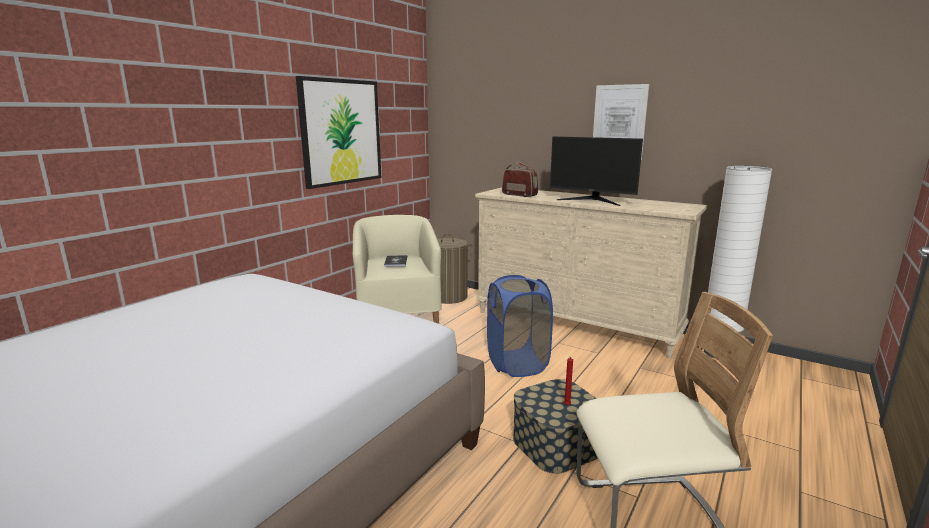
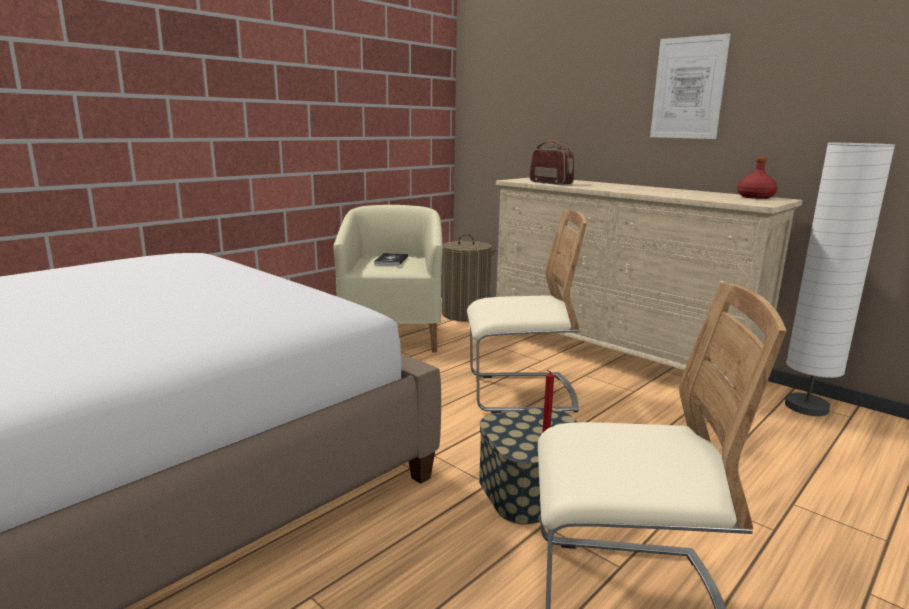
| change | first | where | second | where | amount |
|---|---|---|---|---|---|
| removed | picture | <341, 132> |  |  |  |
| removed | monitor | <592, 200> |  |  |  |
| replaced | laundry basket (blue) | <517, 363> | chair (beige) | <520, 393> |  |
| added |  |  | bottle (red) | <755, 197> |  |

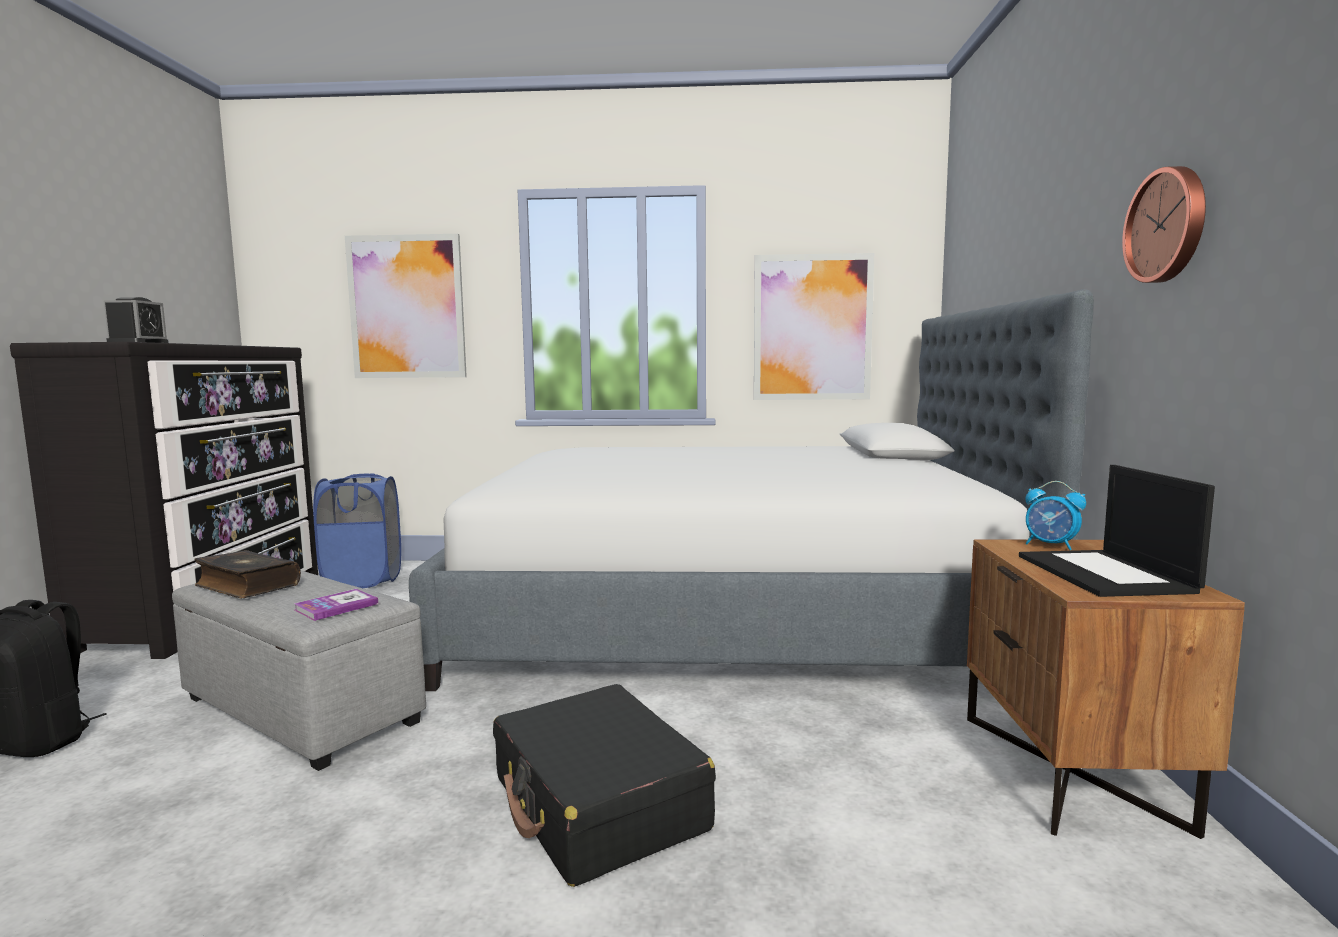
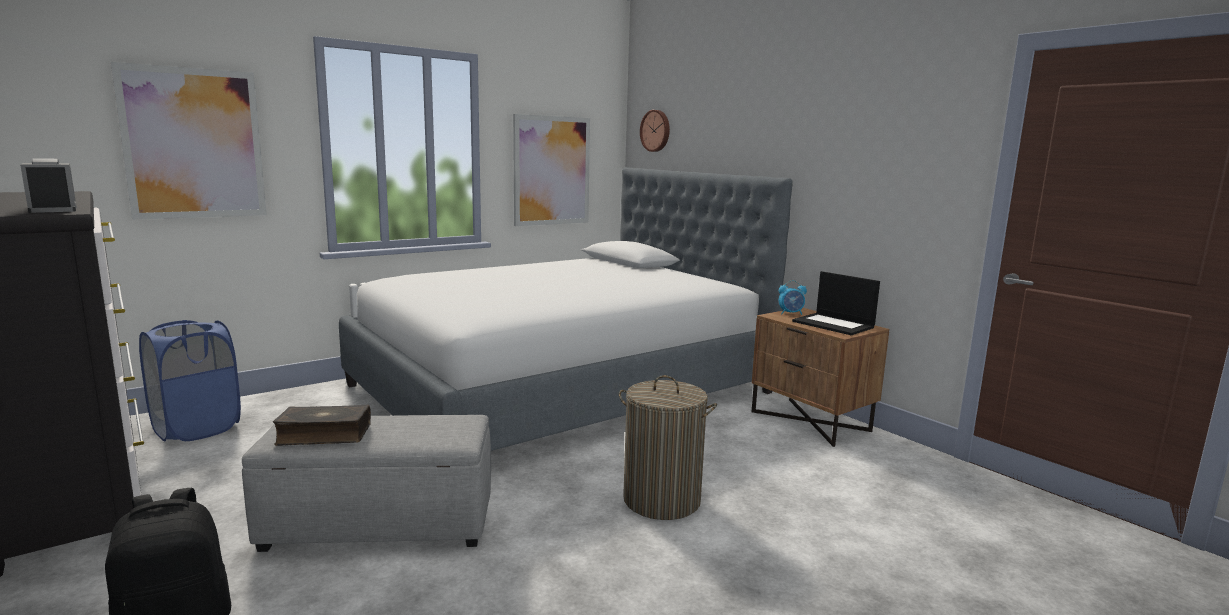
| change | first | where | second | where | amount |
|---|---|---|---|---|---|
| moved | wall clock | <1168, 225> |  | <656, 131> |  |
| removed | book | <336, 607> |  |  |  |
| replaced | suitcase (black) | <599, 804> | laundry basket | <662, 500> |  |

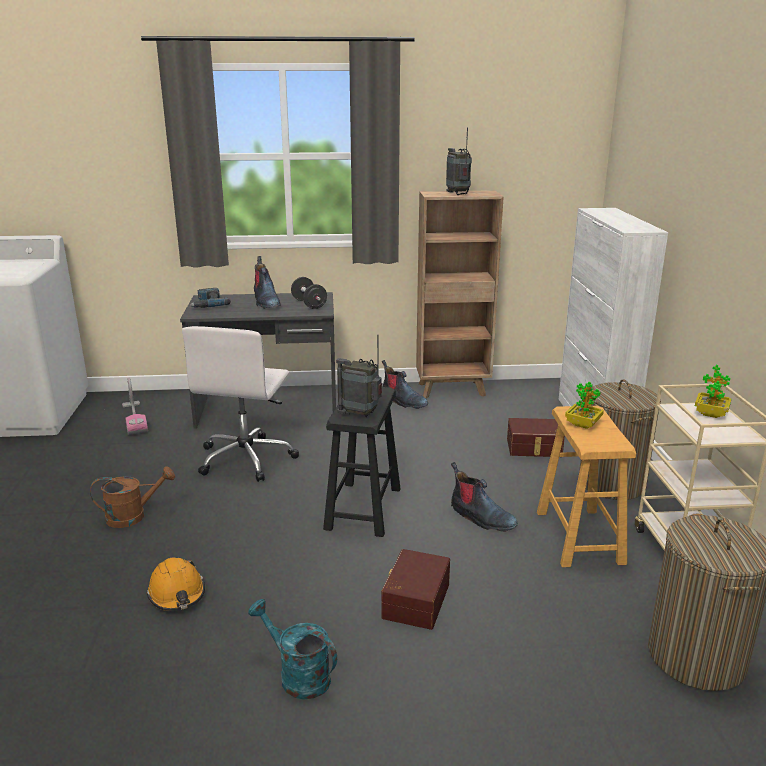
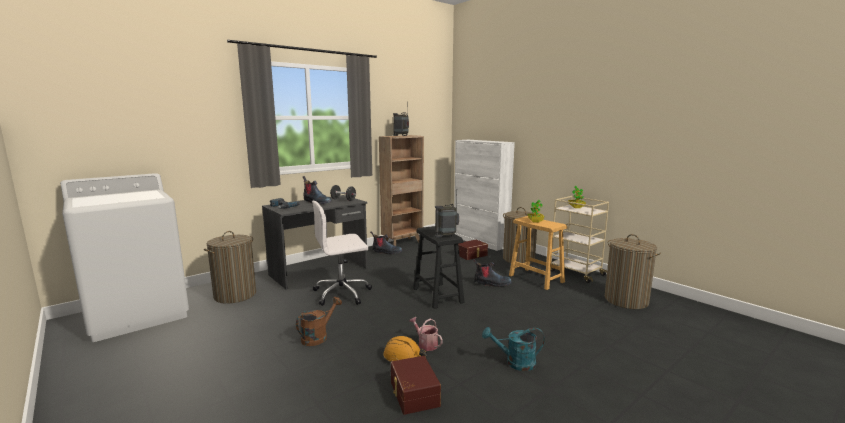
| change | first | where | second | where | amount |
|---|---|---|---|---|---|
| turned | office chair (white) | <247, 458> |  | <343, 293> | 90 degrees clockwise |
| replaced | vacuum cleaner | <134, 418> | laundry basket | <235, 295> |  |
| moved | storage box (brown) | <414, 600> |  | <413, 394> |  |
| added |  |  | watering can | <426, 344> |  |

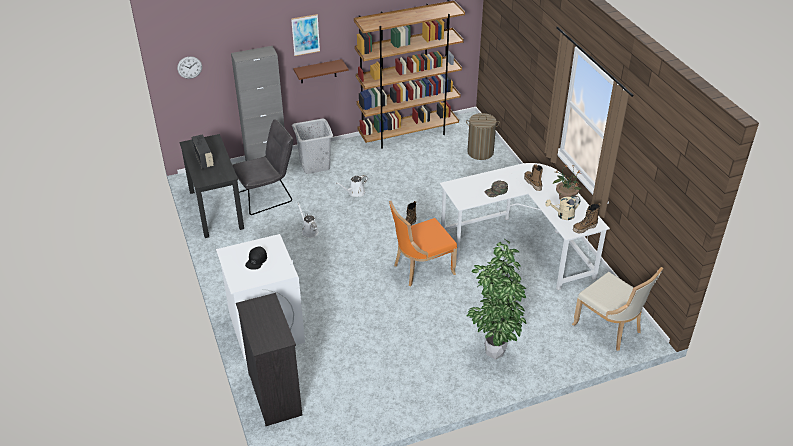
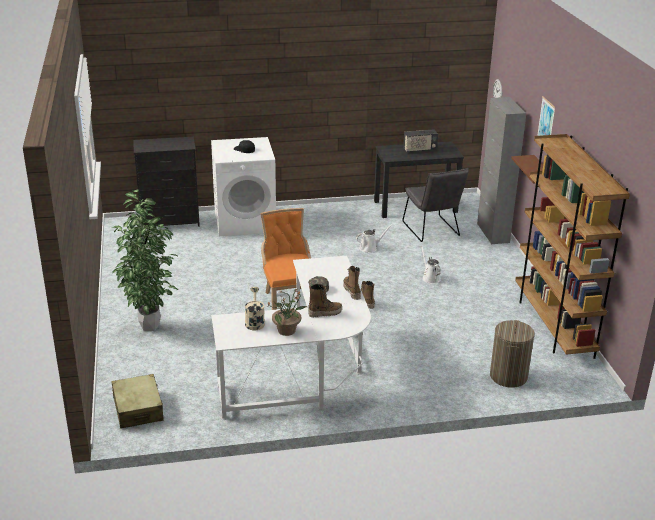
| change | first | where | second | where | amount |
|---|---|---|---|---|---|
| removed | laundry basket (grey) | <314, 165> |  |  |  |
| moved | boot | <584, 228> |  | <351, 291> |  |
| replaced | chair (beige) | <610, 328> | suitcase (beige) | <138, 409> |  |

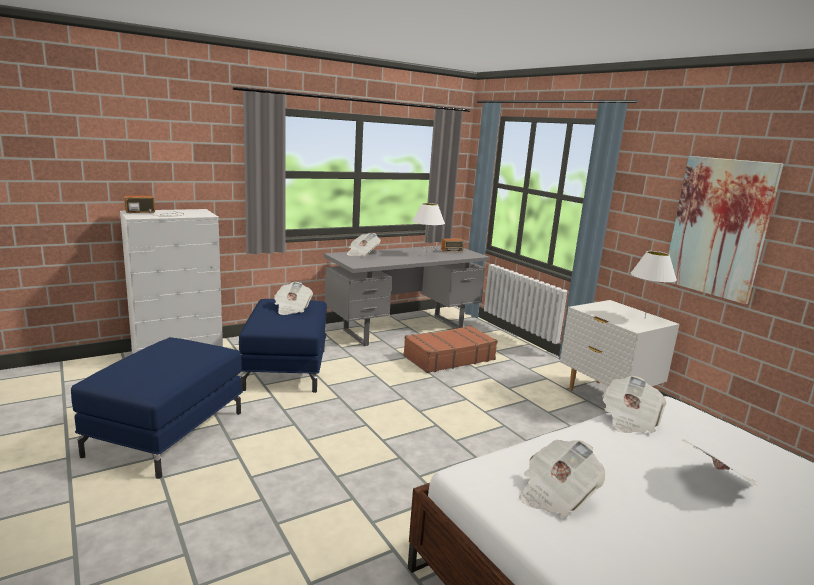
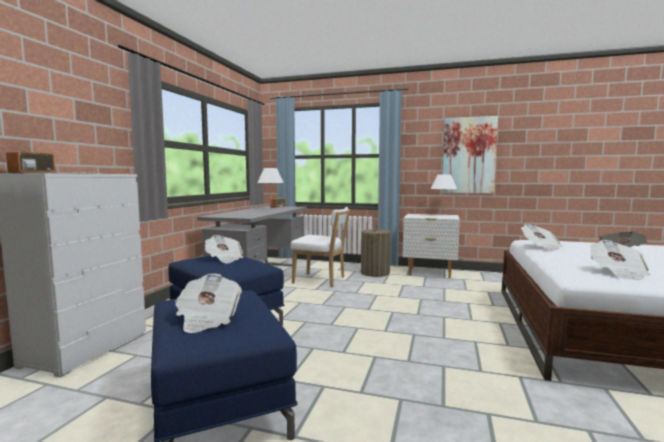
| change | first | where | second | where | amount |
|---|---|---|---|---|---|
| moved | newspaper | <362, 253> |  | <207, 319> |  |
| replaced | suitcase (brown) | <448, 358> | chair (white) | <321, 280> |  |
| added |  |  | laundry basket | <375, 273> |  |

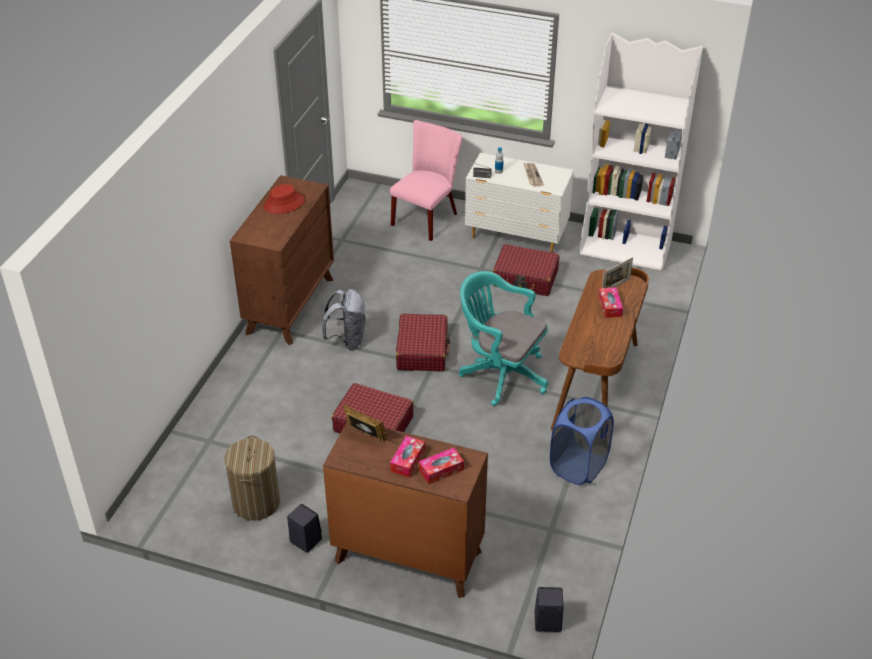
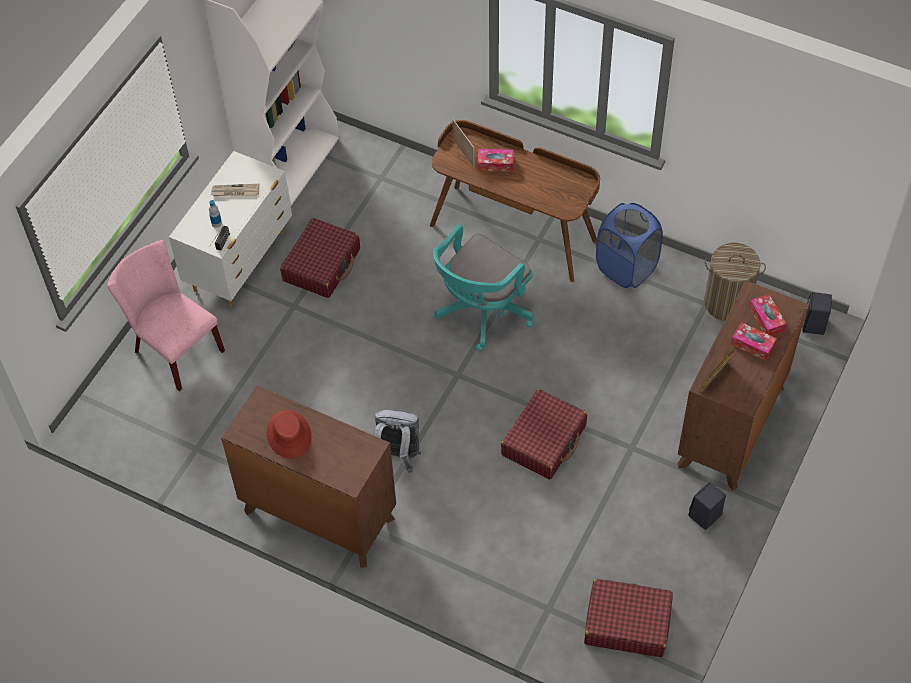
| change | first | where | second | where | amount |
|---|---|---|---|---|---|
| moved | suitcase (red) | <422, 350> |  | <627, 623> |  |
| moved | laundry basket | <256, 502> |  | <727, 302> |  |

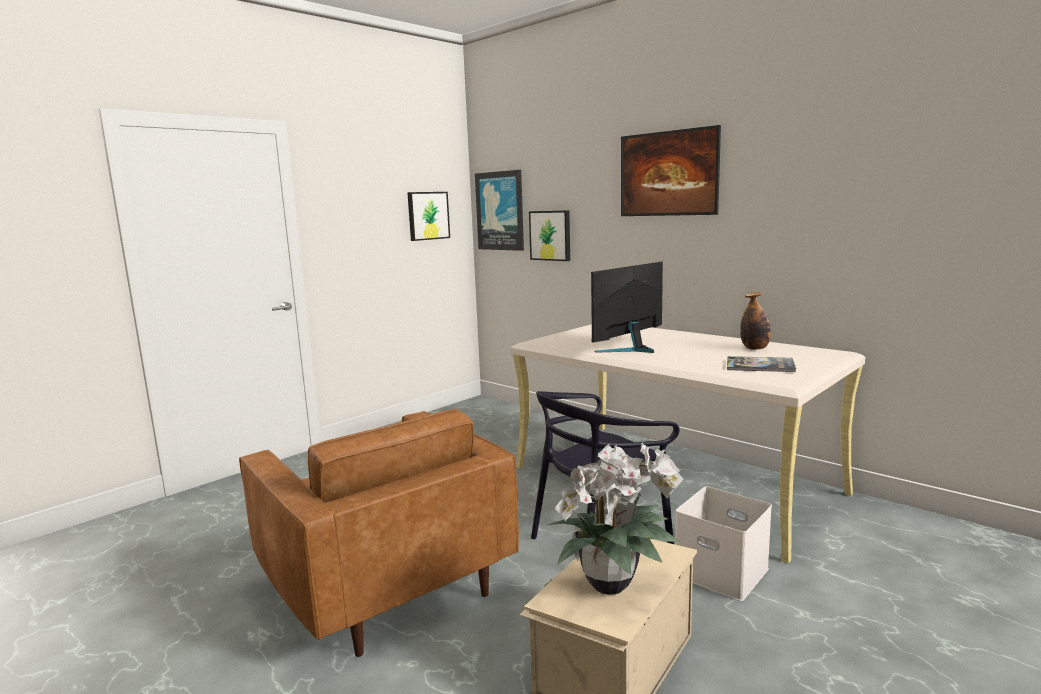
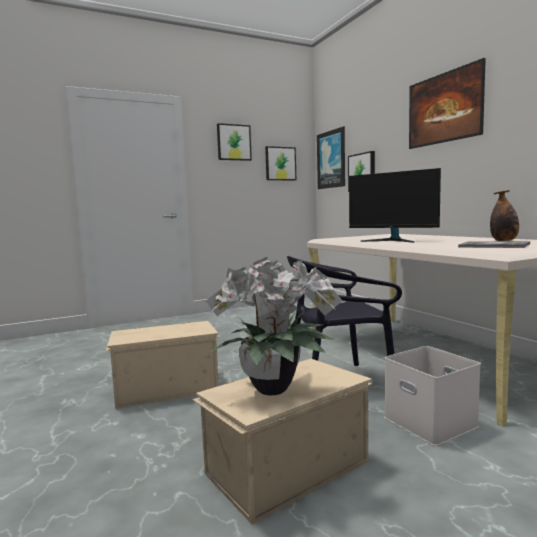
| change | first | where | second | where | amount |
|---|---|---|---|---|---|
| turned | monitor | <630, 349> |  | <392, 240> | 120 degrees counterclockwise |
| replaced | armchair (brown) | <386, 584> | storage box (beige) | <166, 388> |  |
| added |  |  | picture | <233, 142> |  |

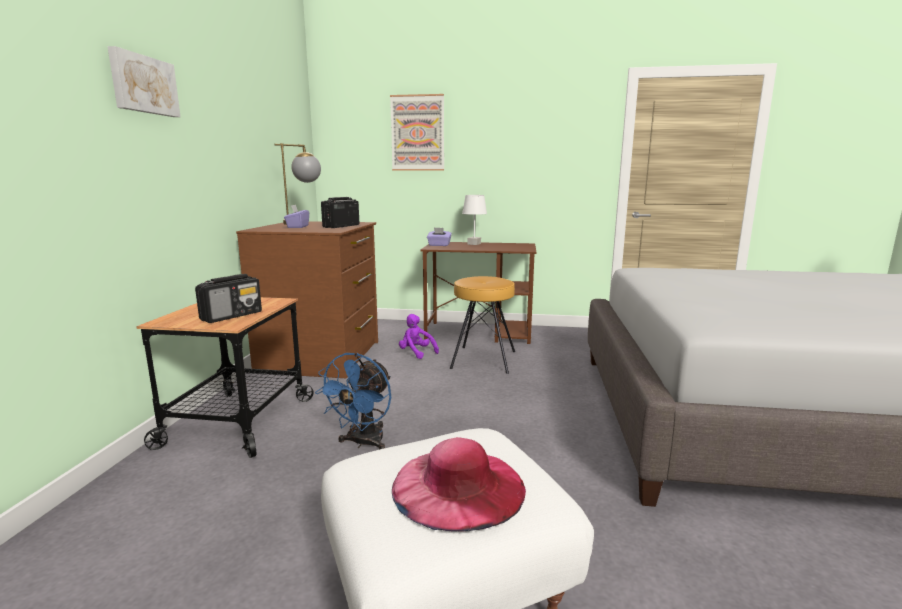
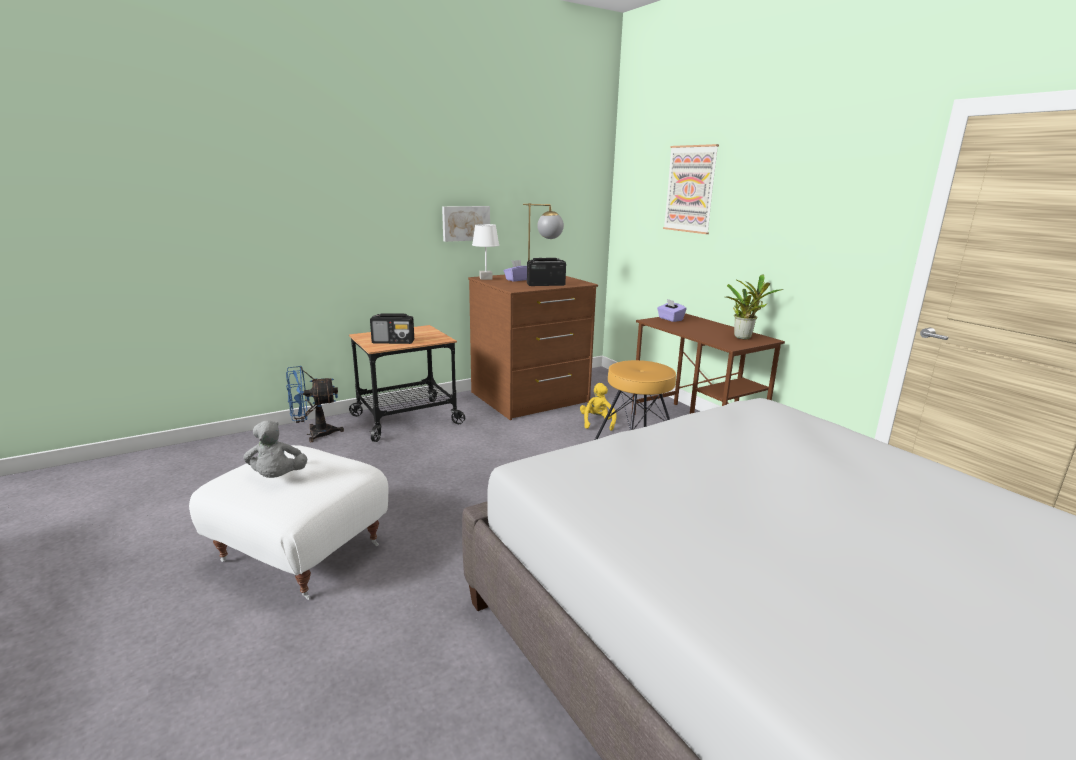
| change | first | where | second | where | amount |
|---|---|---|---|---|---|
| moved | picture | <143, 85> |  | <465, 223> |  |
| moved | table lamp (white) | <474, 244> |  | <485, 278> |  |
| recoloured | plush toy (purple) | <416, 353> | plush toy (yellow) | <597, 423> |  |
| moved | fan (blue) | <363, 443> |  | <314, 434> |  |
| replaced | hat (pink) | <458, 486> | plush toy (grey) | <277, 478> |  |
| added |  |  | potted plant | <744, 337> |  |

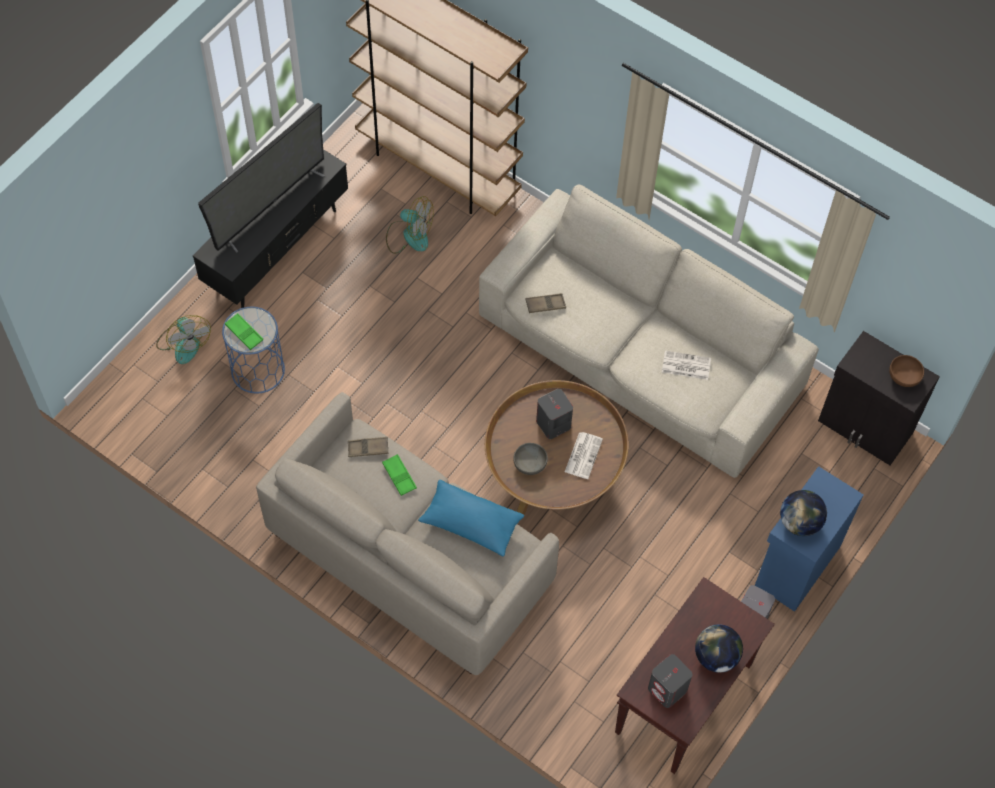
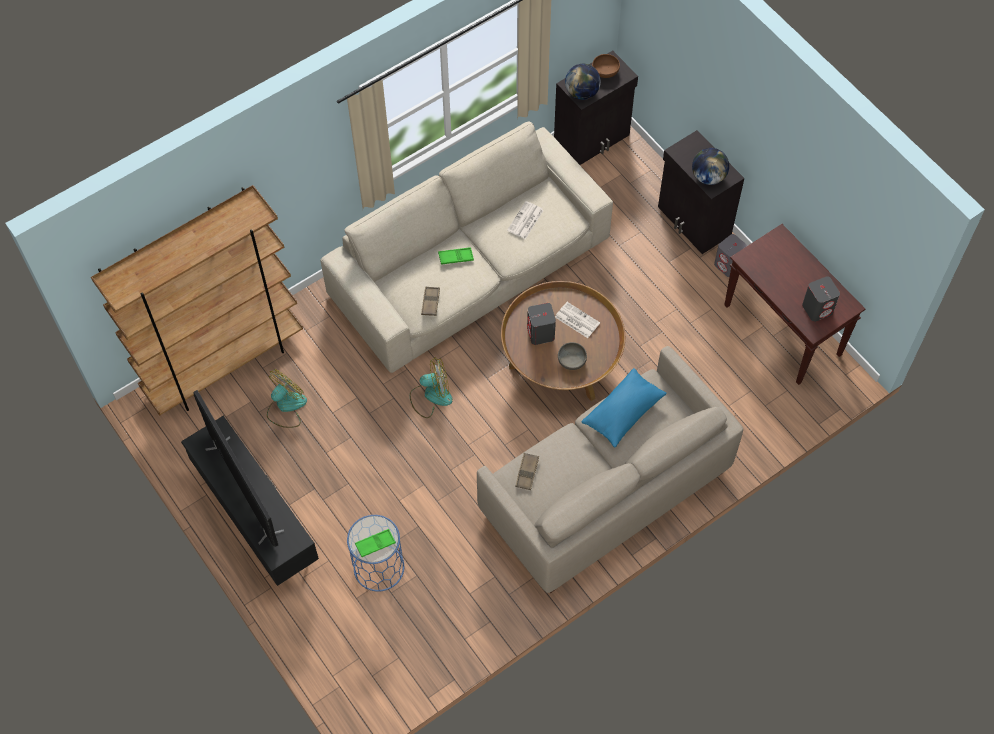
| change | first | where | second | where | amount |
|---|---|---|---|---|---|
| moved | fan | <184, 343> |  | <431, 396> |  |
| moved | tray (green) | <399, 476> |  | <456, 257> |  |
| recoloured | cabinet (blue) | <796, 565> | cabinet (black) | <693, 222> |  |
| moved | globe | <716, 656> |  | <582, 93> |  |

